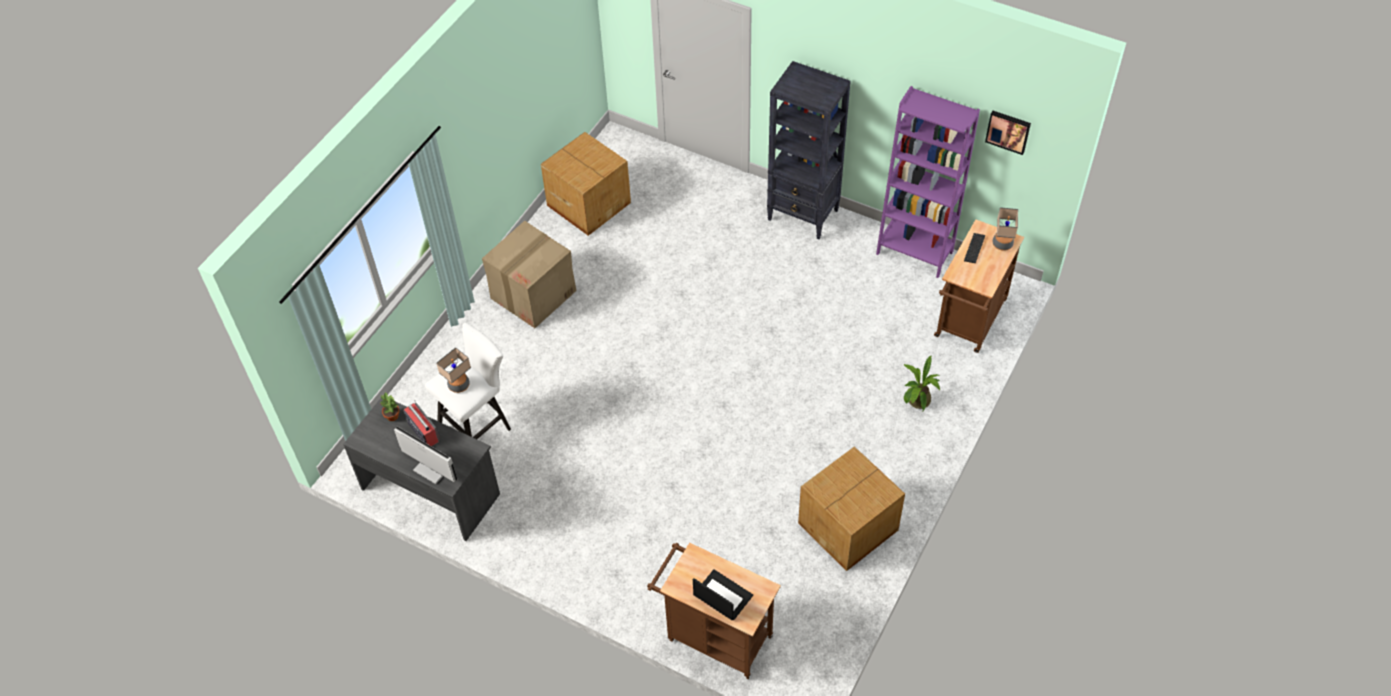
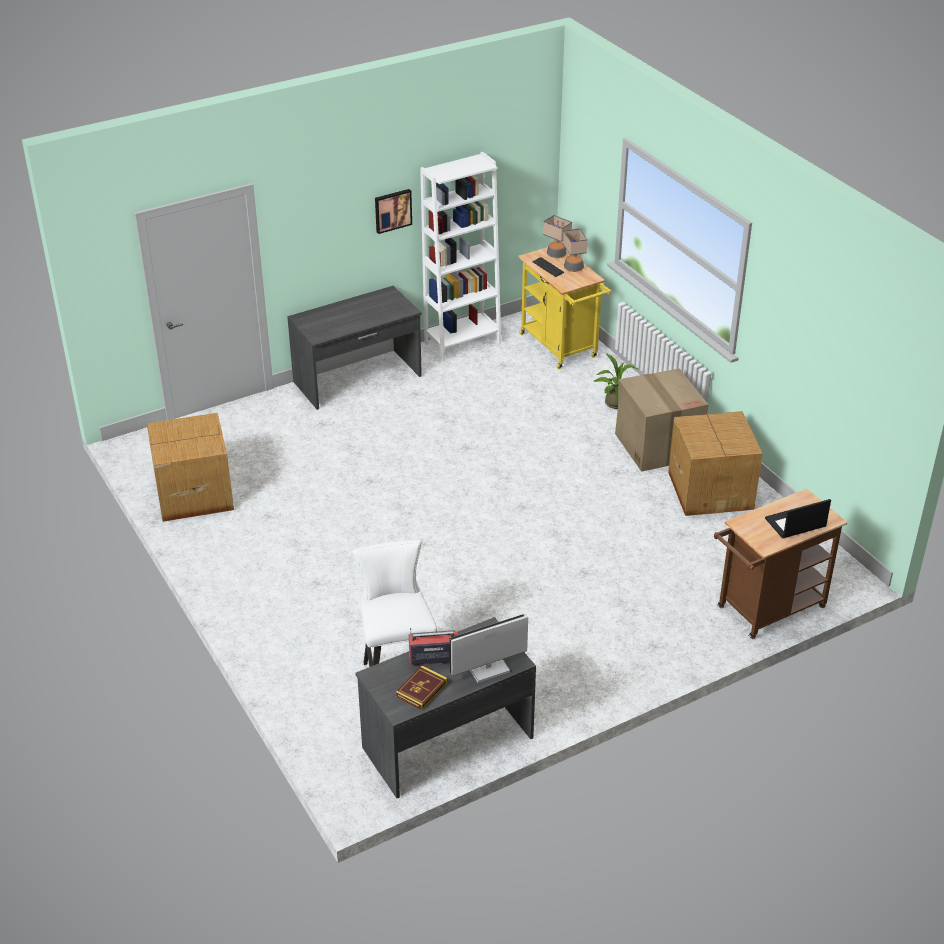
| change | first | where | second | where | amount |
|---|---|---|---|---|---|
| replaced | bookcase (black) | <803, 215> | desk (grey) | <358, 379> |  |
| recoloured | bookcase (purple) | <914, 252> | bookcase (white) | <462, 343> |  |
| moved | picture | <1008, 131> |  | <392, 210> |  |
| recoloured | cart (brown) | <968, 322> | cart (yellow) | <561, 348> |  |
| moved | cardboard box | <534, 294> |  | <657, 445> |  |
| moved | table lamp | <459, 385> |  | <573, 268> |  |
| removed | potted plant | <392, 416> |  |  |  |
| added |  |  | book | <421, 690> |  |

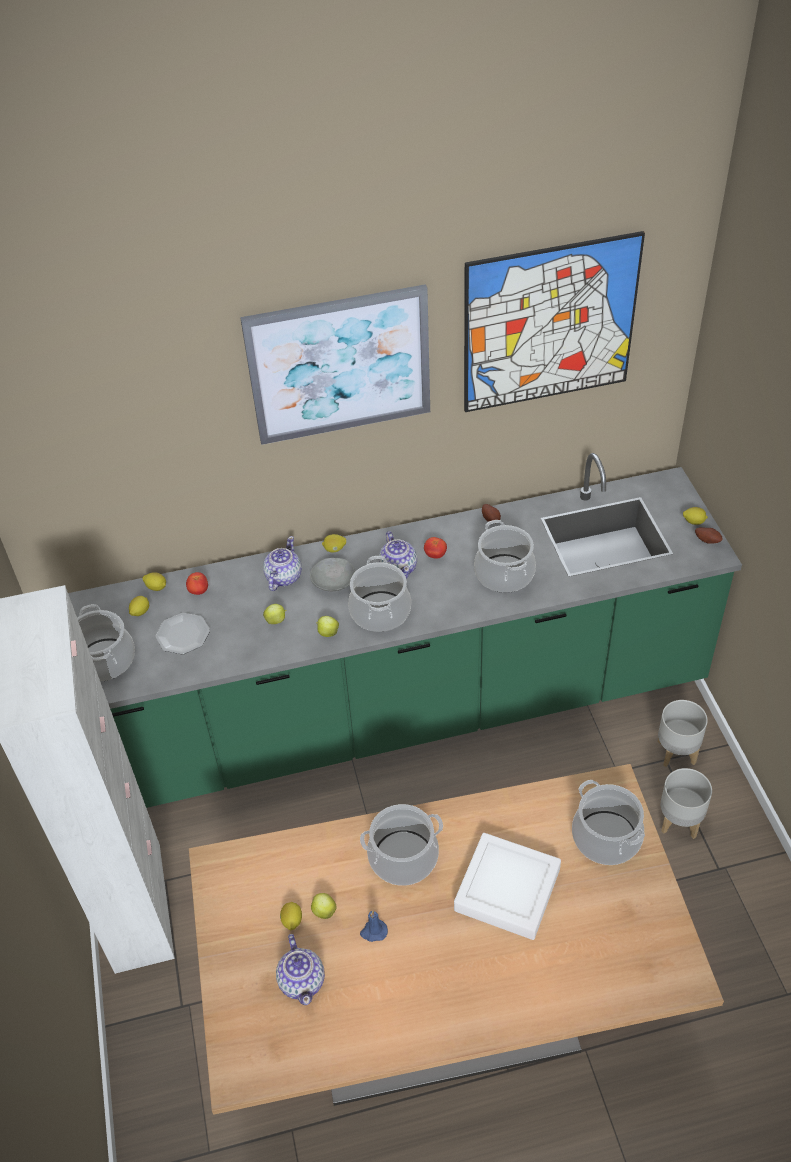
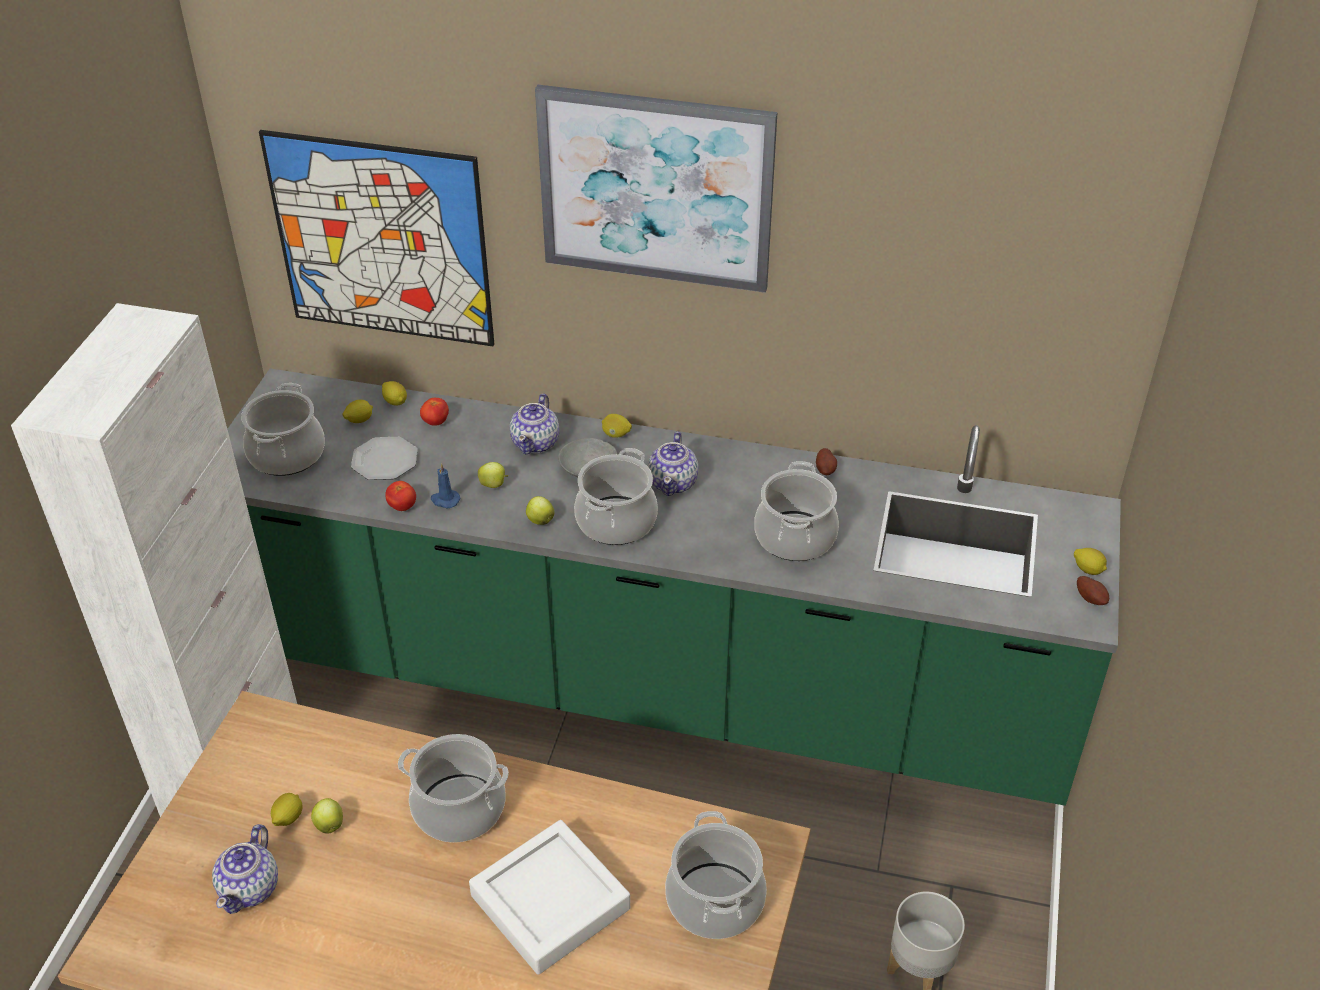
| change | first | where | second | where | amount |
|---|---|---|---|---|---|
| moved | picture | <549, 324> |  | <381, 240> |  |
| turned | teapot | <283, 577> |  | <536, 442> | 150 degrees clockwise |
| moved | tomato | <435, 555> |  | <402, 506> |  |
| removed | planter (grey) | <677, 752> |  |  |  |
| moved | candle (blue) | <373, 932> |  | <445, 500> |  |

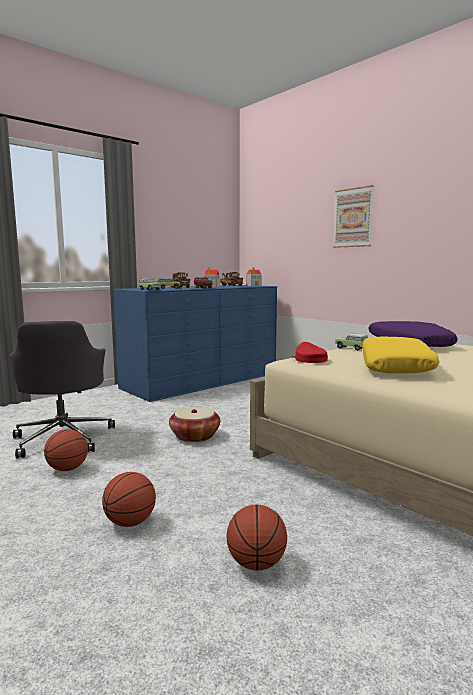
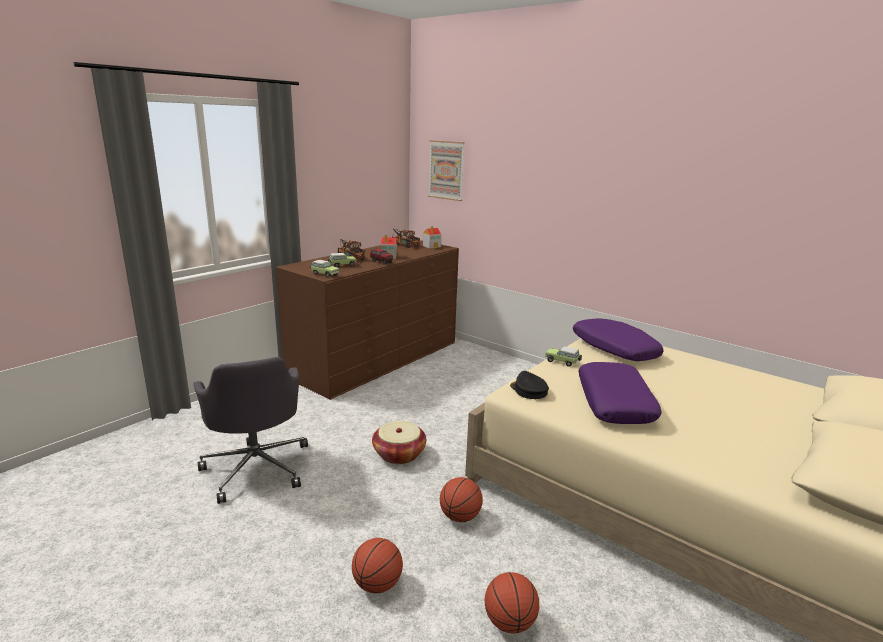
| change | first | where | second | where | amount |
|---|---|---|---|---|---|
| moved | picture | <353, 218> |  | <446, 170> |  |
| recoloured | dresser (blue) | <202, 380> | dresser (brown) | <377, 358> |  |
| recoloured | pillow (yellow) | <396, 367> | pillow (purple) | <615, 403> |  |
| recoloured | cap (red) | <309, 359> | cap (black) | <528, 390> |  |
| moved | basketball | <67, 469> |  | <460, 516> |  |

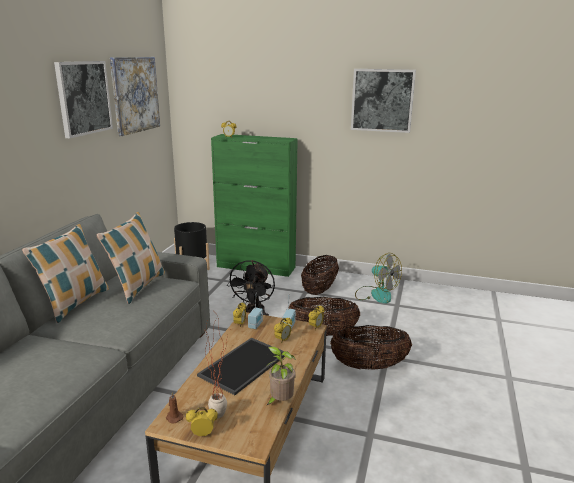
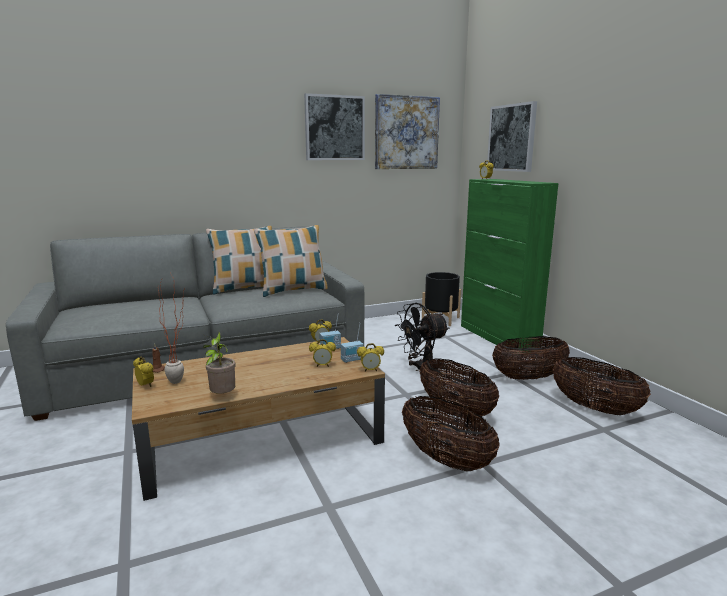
| change | first | where | second | where | amount |
|---|---|---|---|---|---|
| moved | picture | <382, 100> |  | <512, 138> |  |
| replaced | fan | <376, 294> | basket | <595, 408> |  |
| removed | tray | <243, 364> |  |  |  |

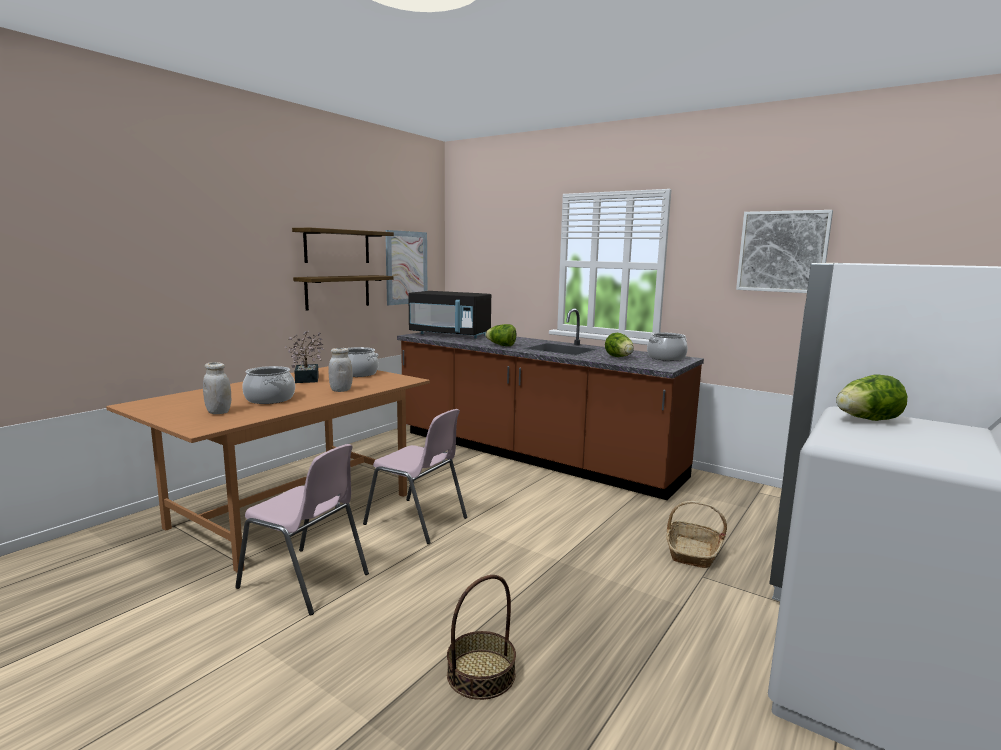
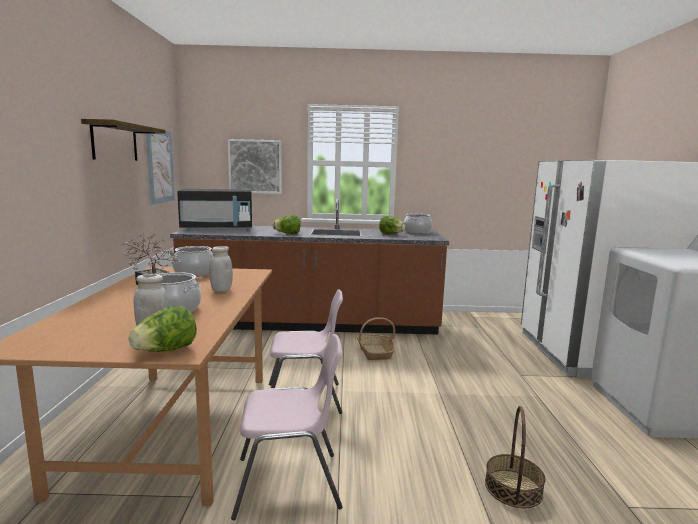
| change | first | where | second | where | amount |
|---|---|---|---|---|---|
| moved | picture | <782, 251> |  | <255, 166> |  |
| removed | shelf | <338, 292> |  |  |  |
| moved | lettuce | <866, 420> |  | <166, 351> |  |
| moved | basket | <692, 552> |  | <375, 352> |  |

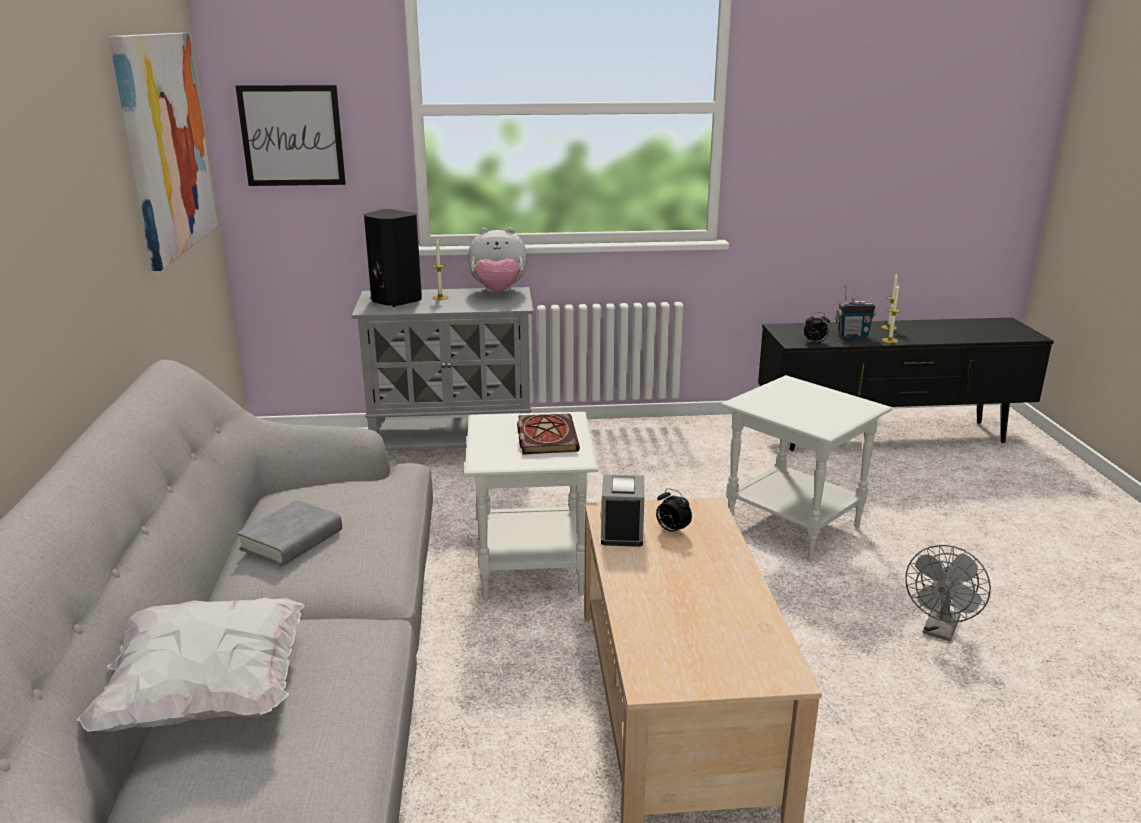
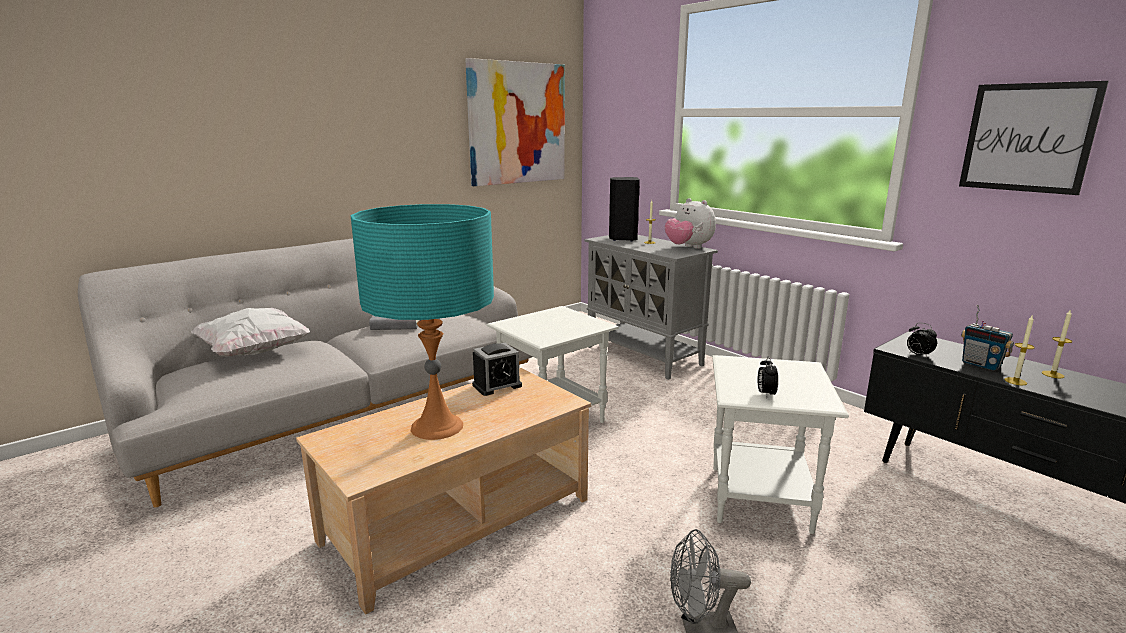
| change | first | where | second | where | amount |
|---|---|---|---|---|---|
| moved | picture | <292, 136> |  | <1027, 138> |  |
| removed | book | <545, 436> |  |  |  |
| moved | alarm clock | <671, 530> |  | <765, 394> |  |
| added |  |  | table lamp (turquoise) | <437, 426> |  |

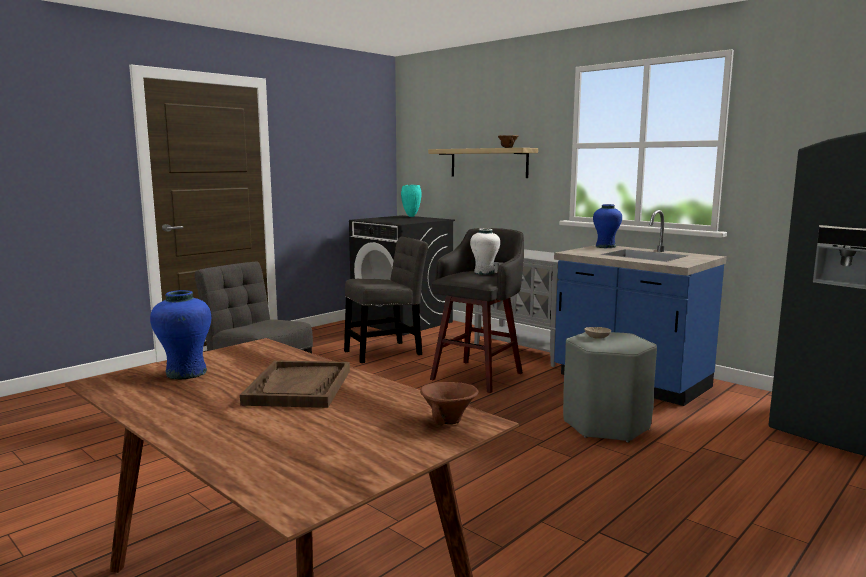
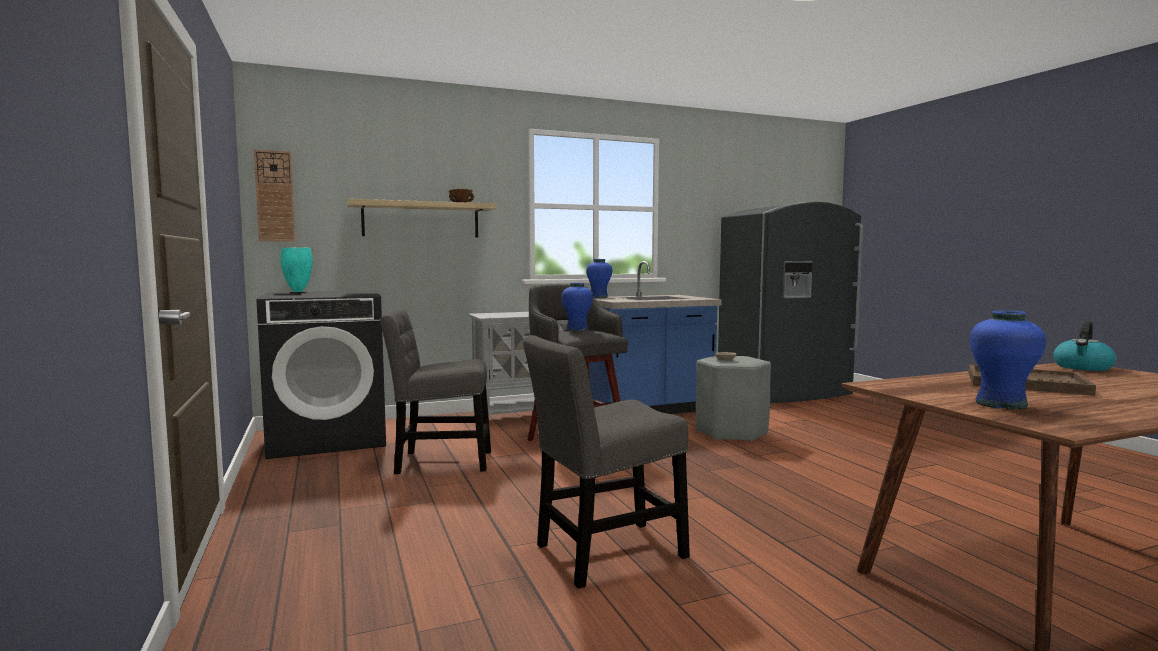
| change | first | where | second | where | amount |
|---|---|---|---|---|---|
| recoloured | vase (white) | <484, 272> | vase (blue) | <577, 329> |  |
| turned | chair (grey) | <386, 352> |  | <439, 462> | 90 degrees counterclockwise |
| replaced | bowl (brown) | <449, 421> | kettle | <1083, 367> |  |
| added |  |  | wall clock | <275, 196> |  |

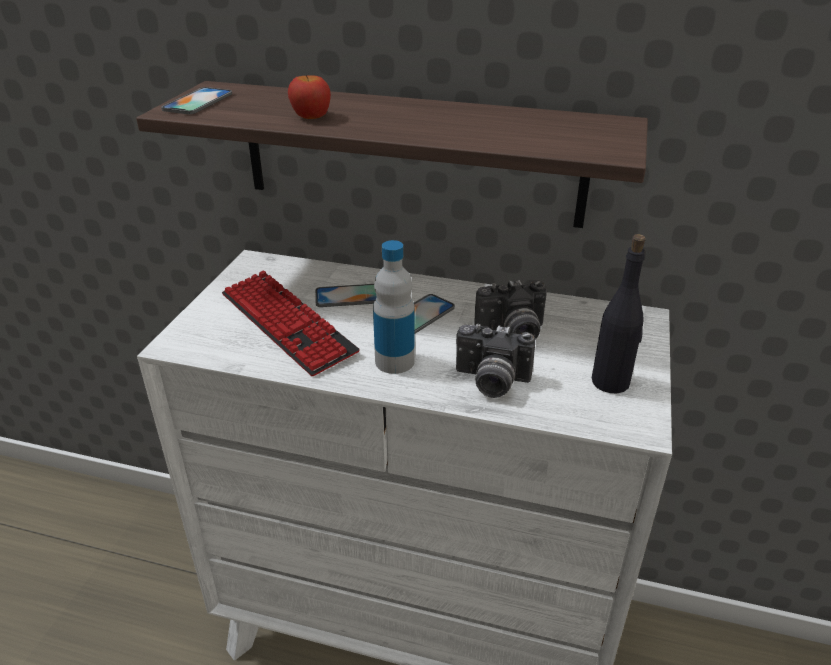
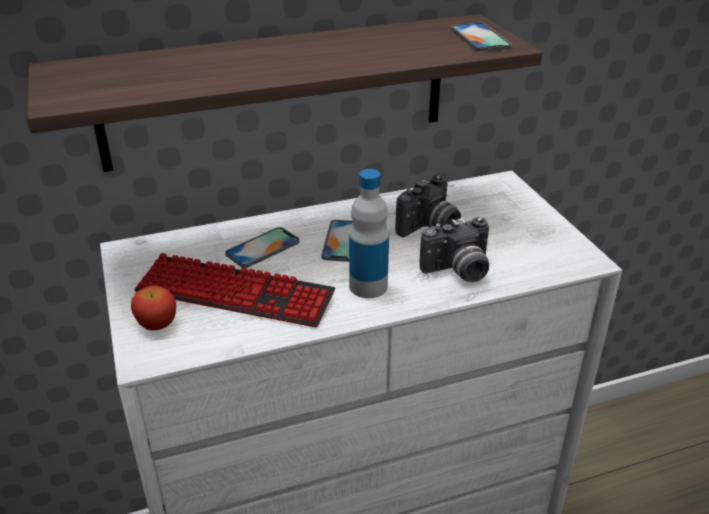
| change | first | where | second | where | amount |
|---|---|---|---|---|---|
| moved | apple | <310, 117> |  | <157, 324> |  |
| moved | phone | <198, 102> |  | <480, 38> |  |
| removed | bottle (black) | <611, 382> |  |  |  |

